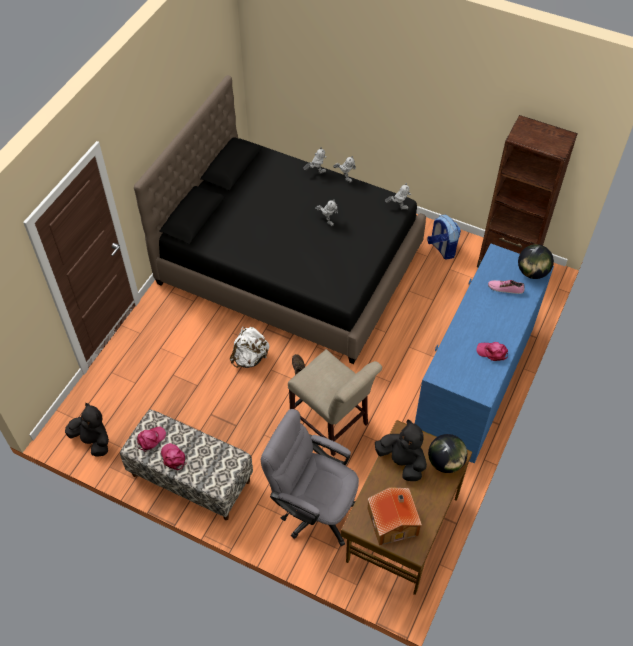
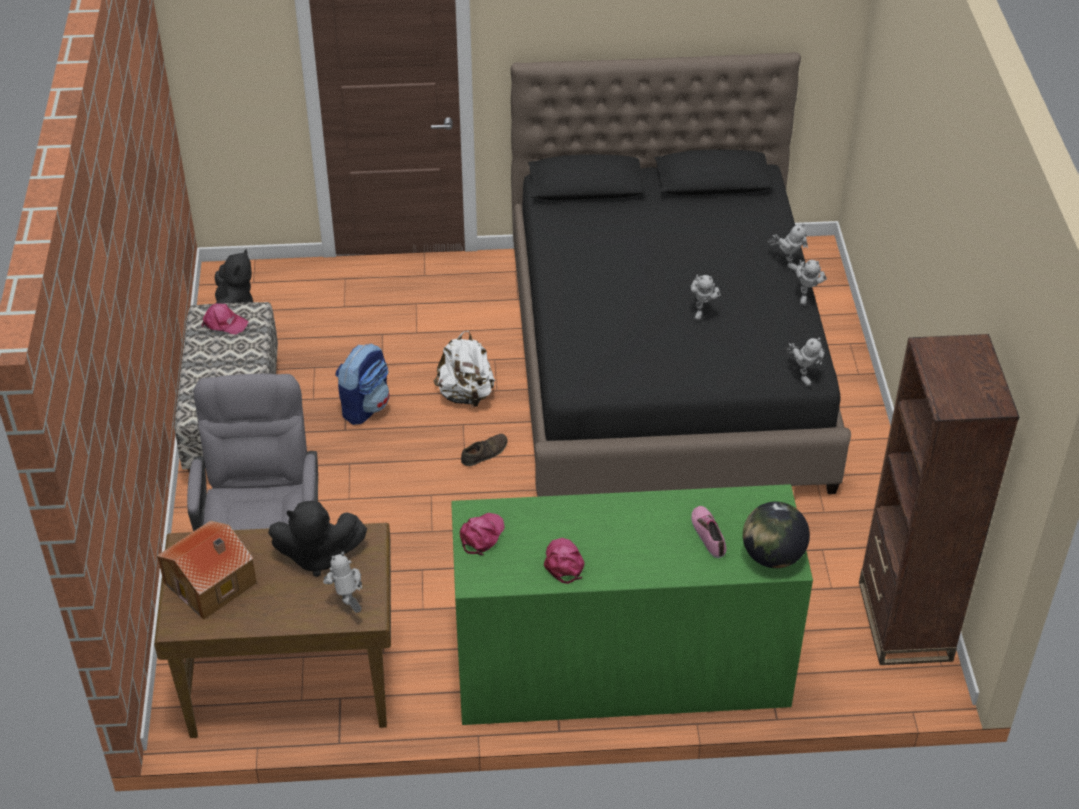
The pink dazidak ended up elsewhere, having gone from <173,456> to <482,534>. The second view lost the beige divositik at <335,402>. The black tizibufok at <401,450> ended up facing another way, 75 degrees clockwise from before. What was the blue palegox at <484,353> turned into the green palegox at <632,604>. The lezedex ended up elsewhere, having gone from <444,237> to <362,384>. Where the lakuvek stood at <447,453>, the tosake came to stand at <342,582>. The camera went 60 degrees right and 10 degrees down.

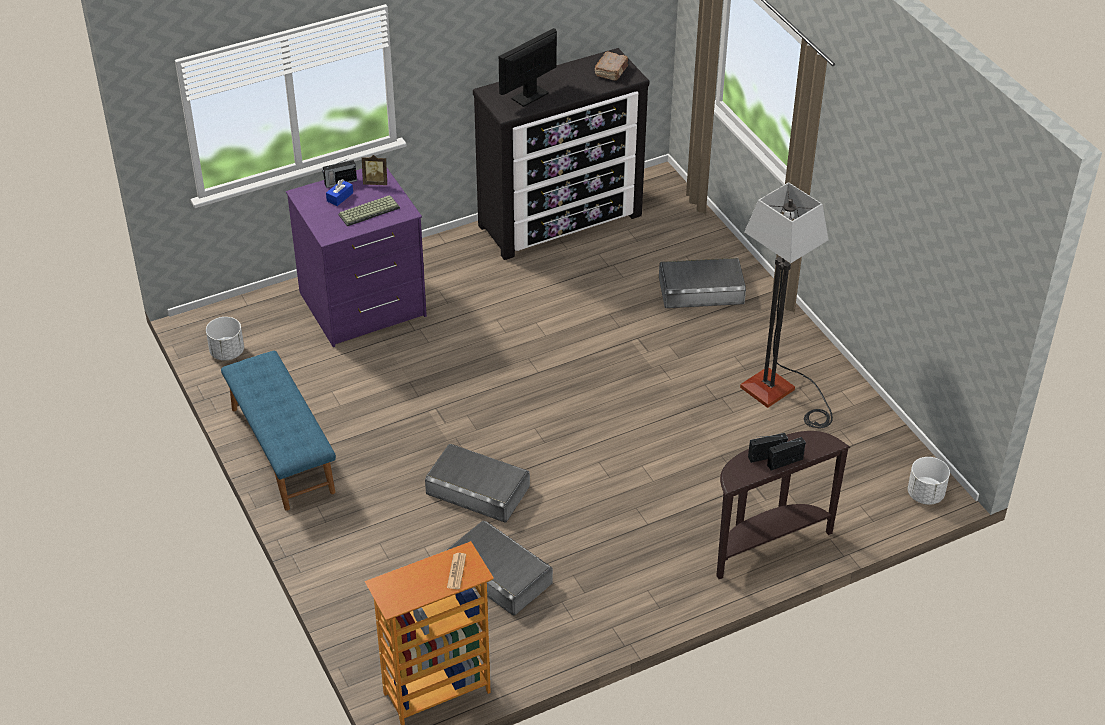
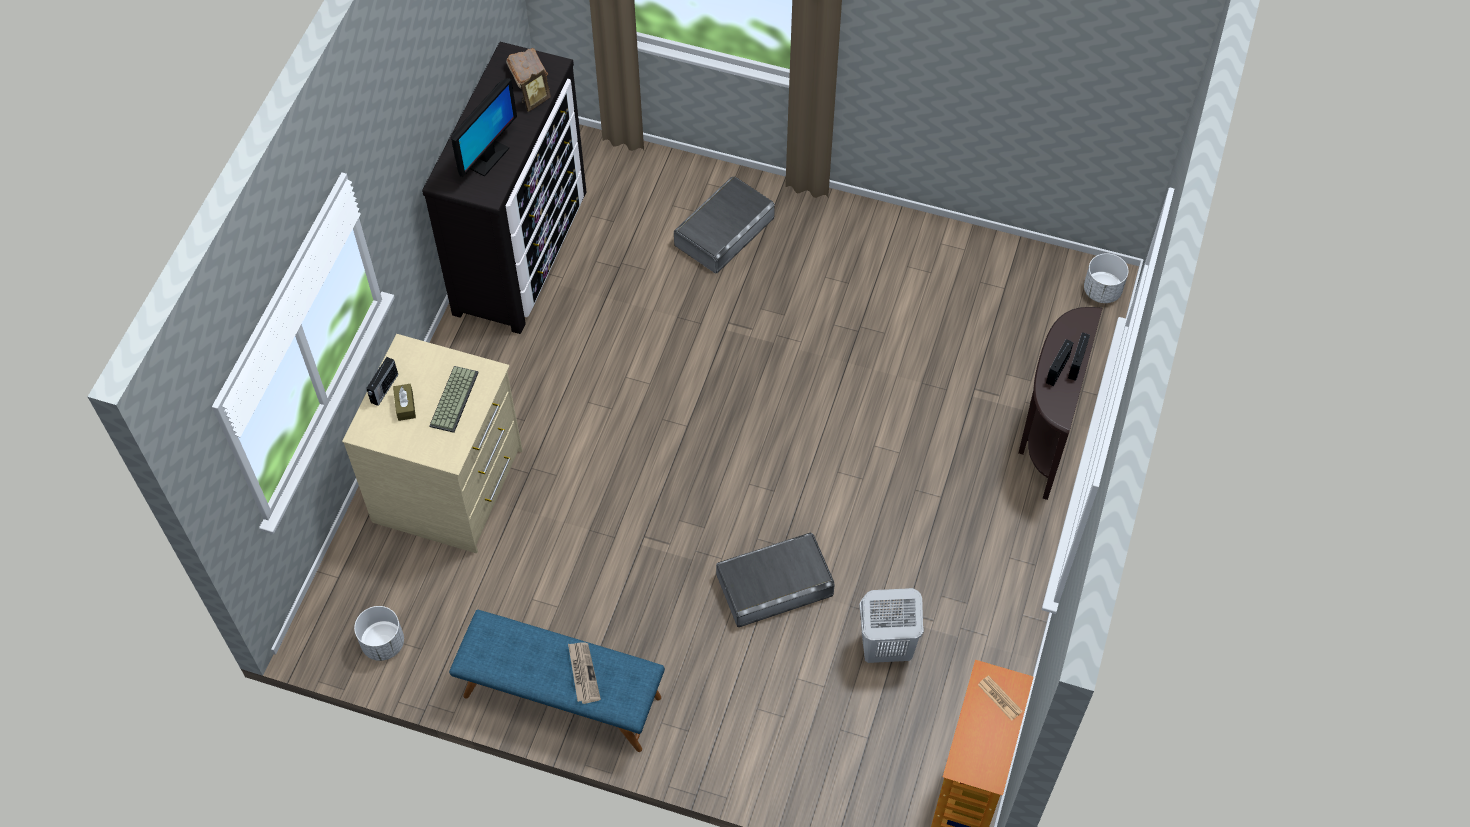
What was the purple palegox at <356,257> turned into the beige palegox at <432,443>. What was the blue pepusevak at <339,192> turned into the brown pepusevak at <404,402>. The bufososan ended up elsewhere, having gone from <374,170> to <535,90>. Where the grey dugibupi stood at <500,568>, the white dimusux came to stand at <891,625>. The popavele at <528,67> ended up facing another way, 150 degrees counterclockwise from before. The second view lost the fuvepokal at <786,305>. The second view gained the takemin at <584,673>. The camera went 45 degrees left and 15 degrees up.

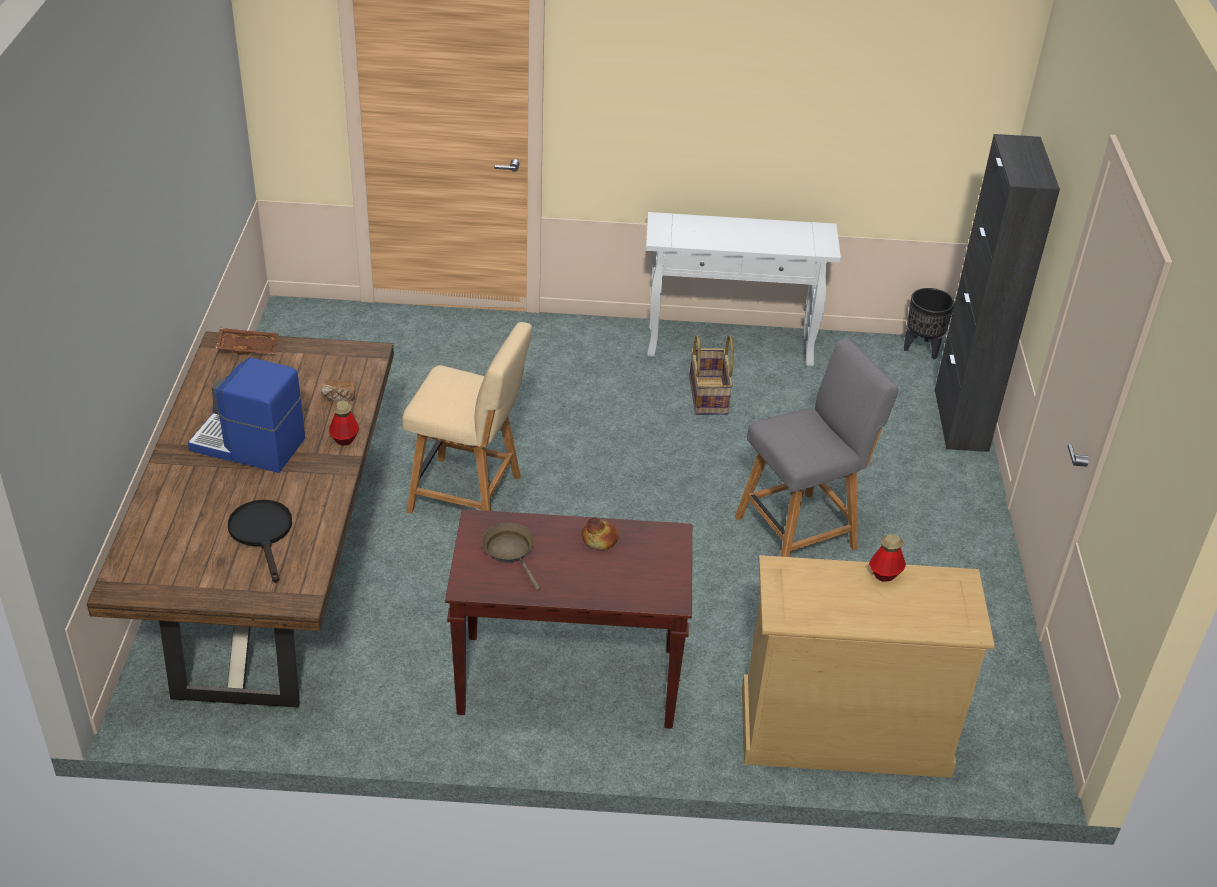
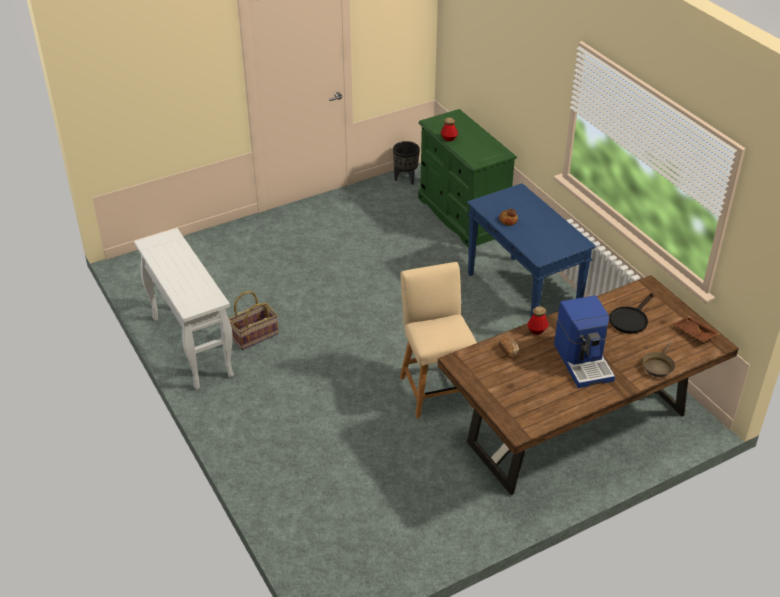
The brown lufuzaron ended up elsewhere, having gone from <247,341> to <696,329>. What was the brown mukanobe at <568,619> turned into the blue mukanobe at <531,250>. The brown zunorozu ended up elsewhere, having gone from <510,557> to <658,359>. The second view lost the grey divositik at <816,447>. What was the beige palegox at <868,666> turned into the green palegox at <467,178>. The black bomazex ended up elsewhere, having gone from <929,323> to <406,163>. The second view lost the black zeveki at <997,293>. The camera went 120 degrees left and 0 degrees up.

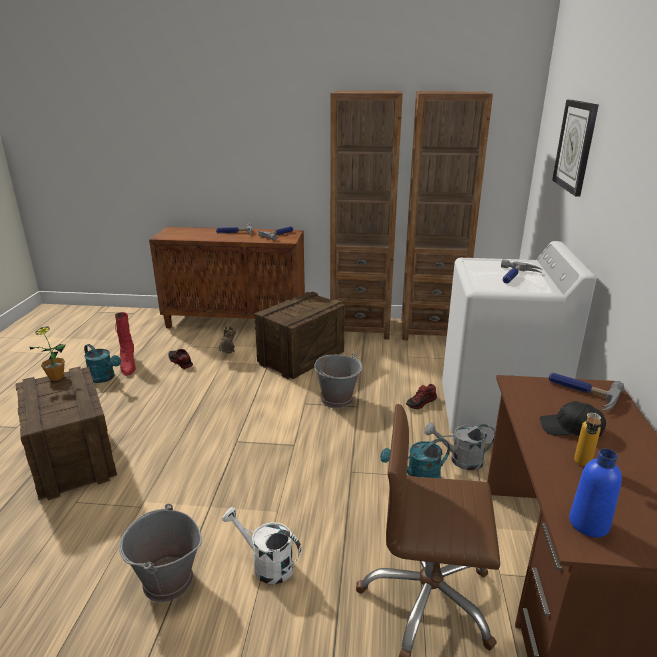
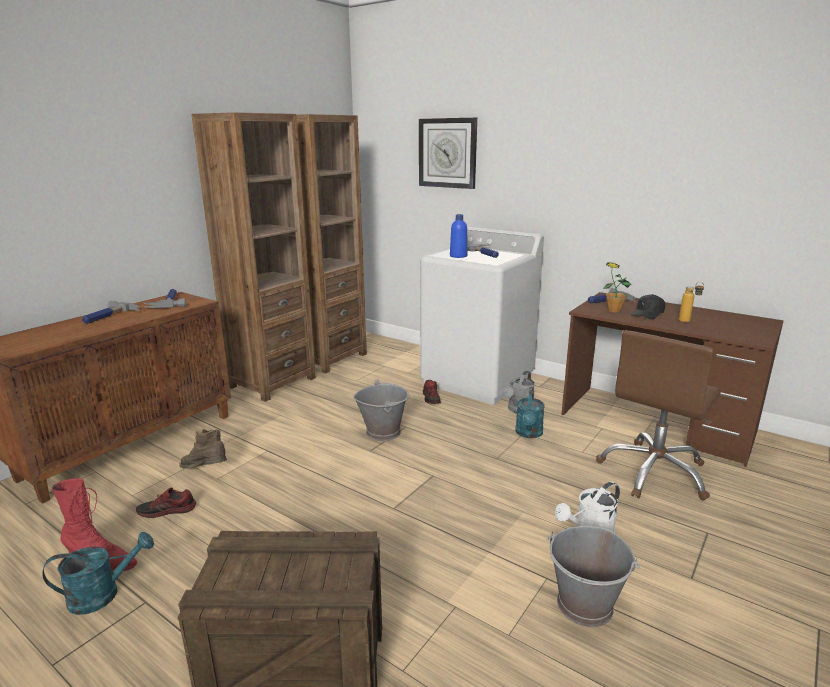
The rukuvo ended up elsewhere, having gone from <48,353> to <617,287>. The second view lost the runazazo at <299,335>. The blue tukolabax ended up elsewhere, having gone from <595,493> to <458,236>. The camera went 60 degrees left and 5 degrees down.

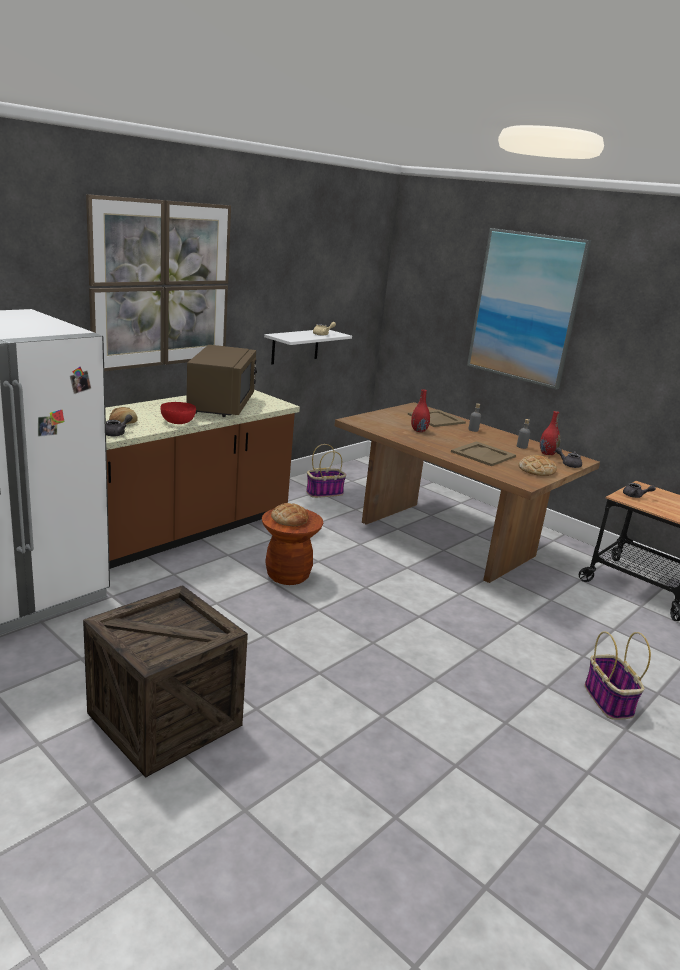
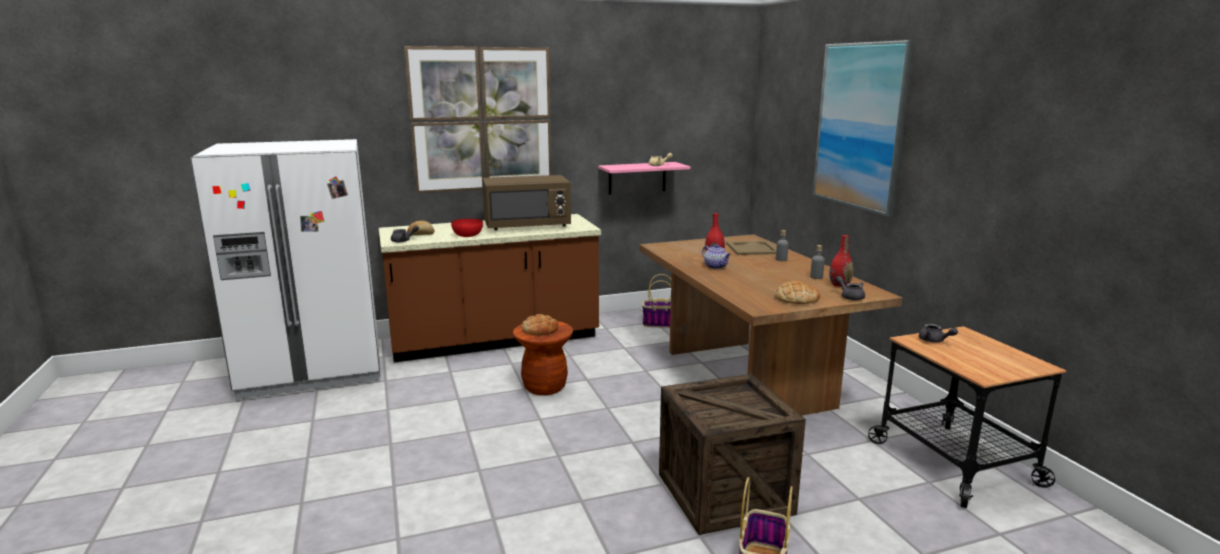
The runazazo ended up elsewhere, having gone from <165,681> to <732,454>. The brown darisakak at <221,381> ended up facing another way, 45 degrees clockwise from before. What was the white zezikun at <308,347> turned into the pink zezikun at <644,178>. The second view lost the beige lufuzaron at <483,453>. The second view gained the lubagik at <716,256>. The camera went 30 degrees right and 5 degrees down.

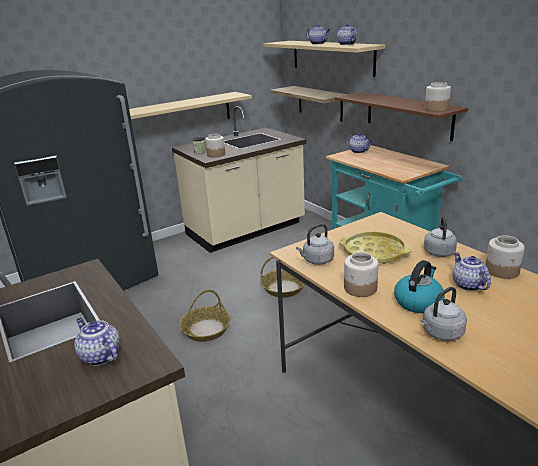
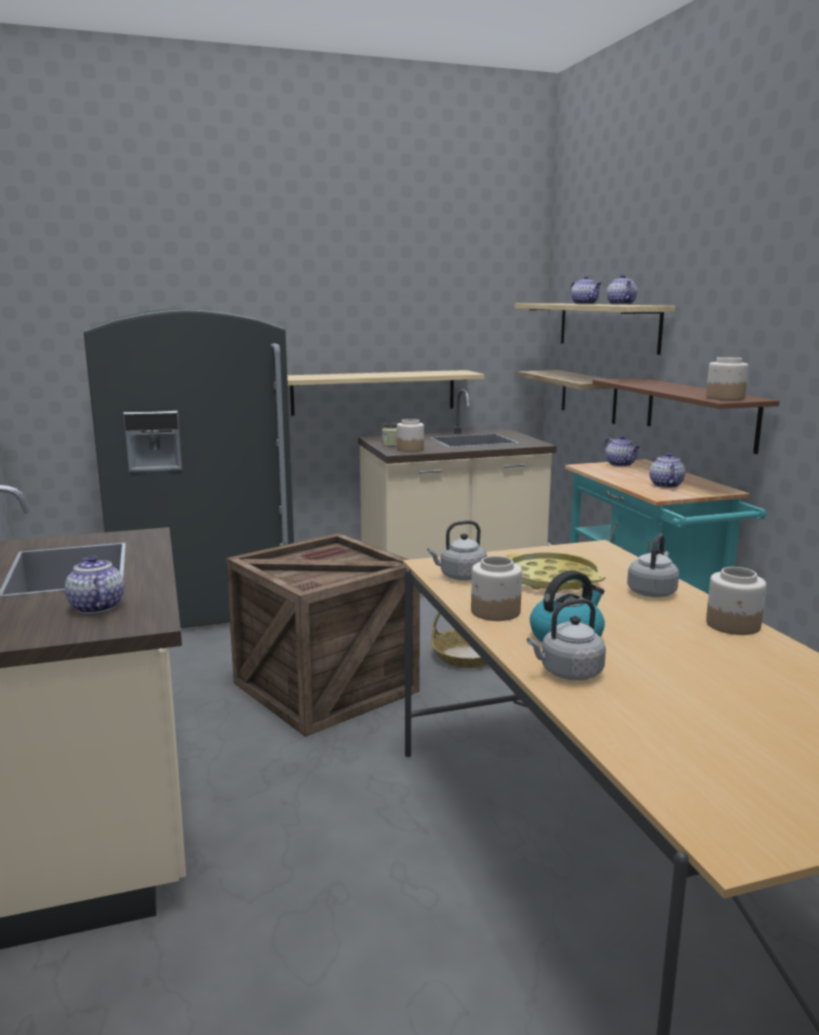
Where the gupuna stood at <205,316>, the runazazo came to stand at <323,635>. The lubagik ended up elsewhere, having gone from <472,271> to <667,470>. The camera went 15 degrees right and 10 degrees down.

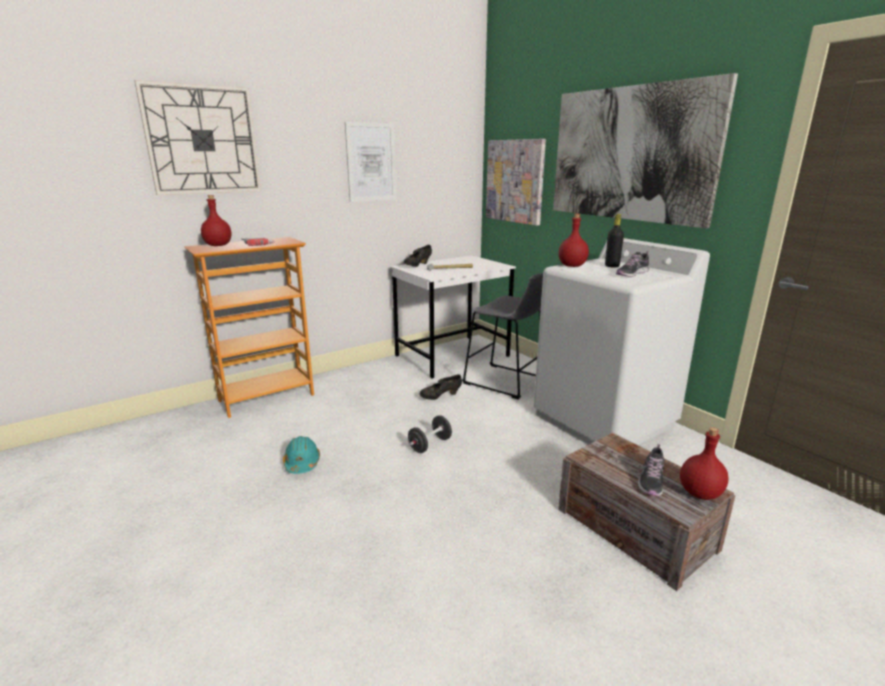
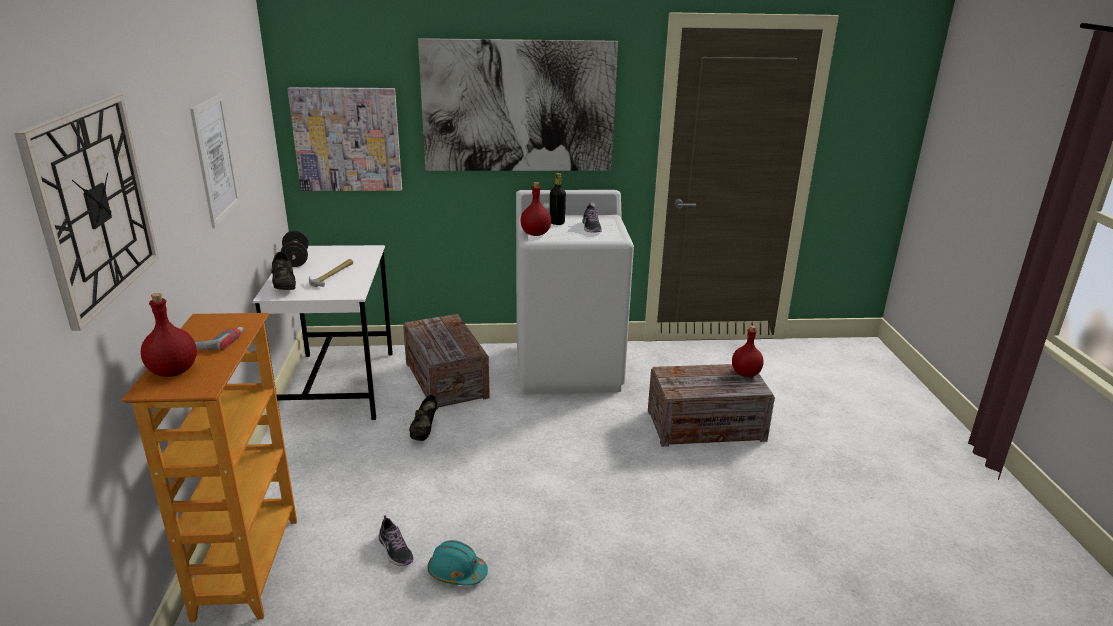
The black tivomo ended up elsewhere, having gone from <430,434> to <295,248>. Where the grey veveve stood at <502,336>, the runazazo came to stand at <446,362>. The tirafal ended up elsewhere, having gone from <651,470> to <396,540>. The camera went 60 degrees left and 5 degrees up.

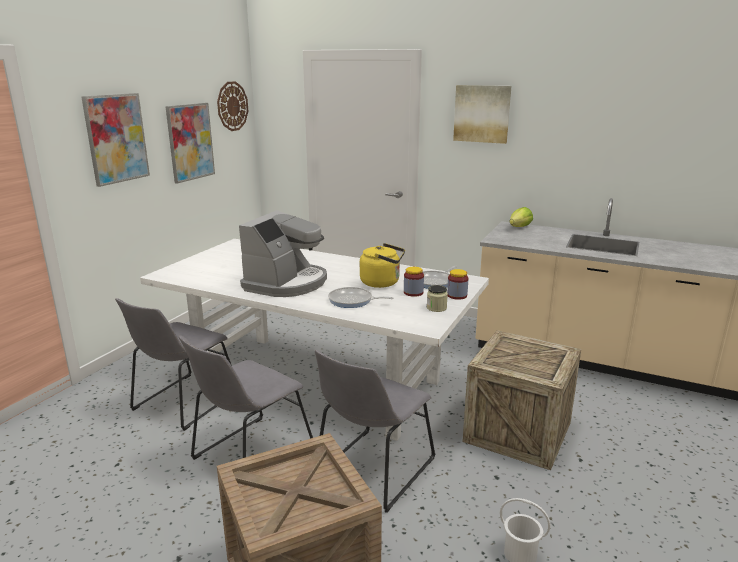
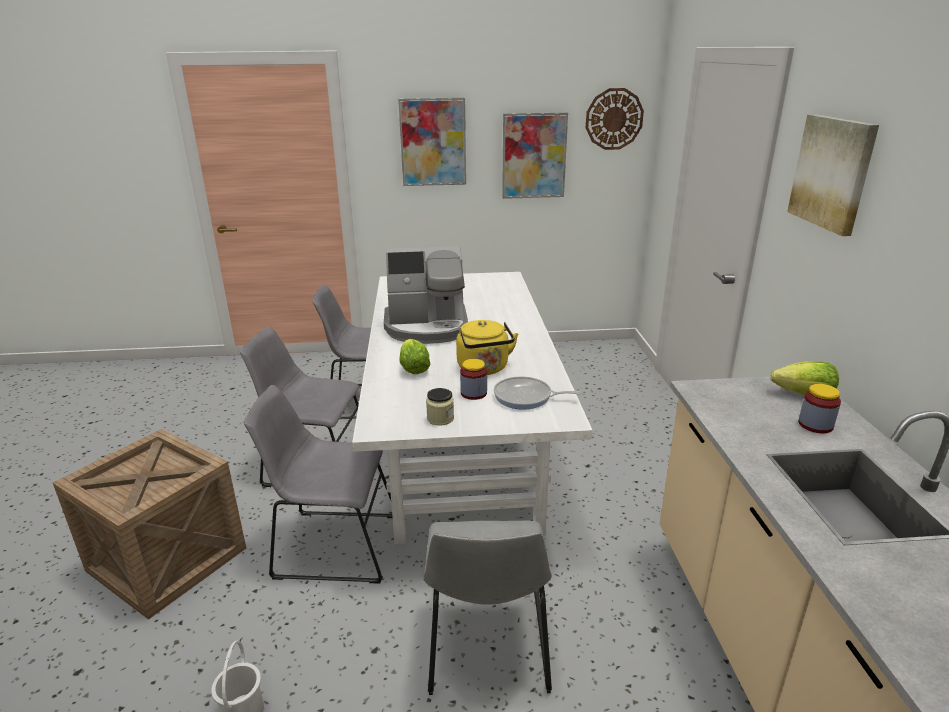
Where the zunorozu stood at <361,297>, the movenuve came to stand at <415,356>. The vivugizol ended up elsewhere, having gone from <457,284> to <819,409>. Where the runazazo stood at <522,400>, the grey divositik came to stand at <487,608>. The camera went 60 degrees right and 5 degrees up.

